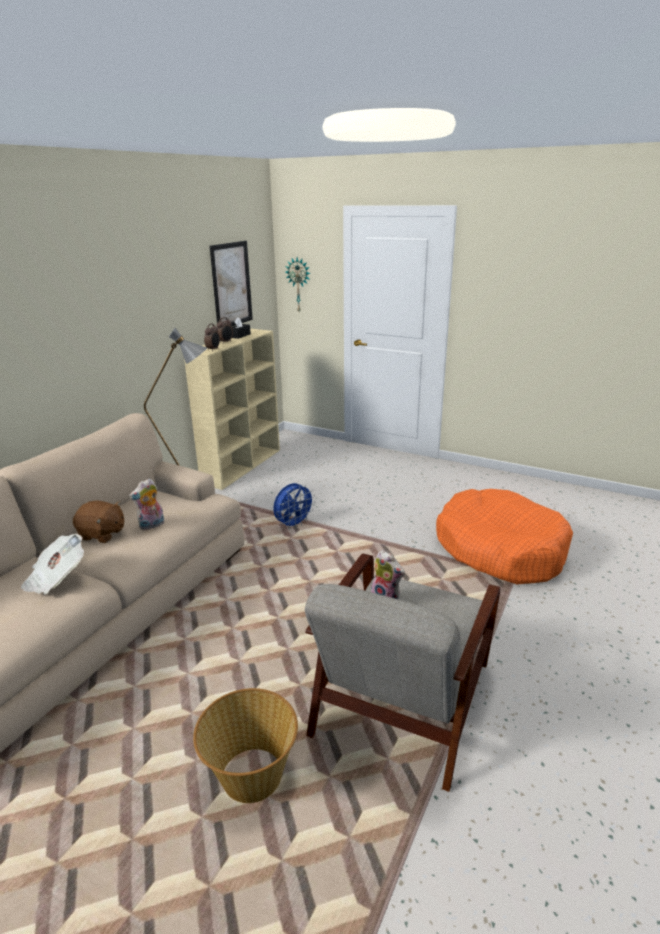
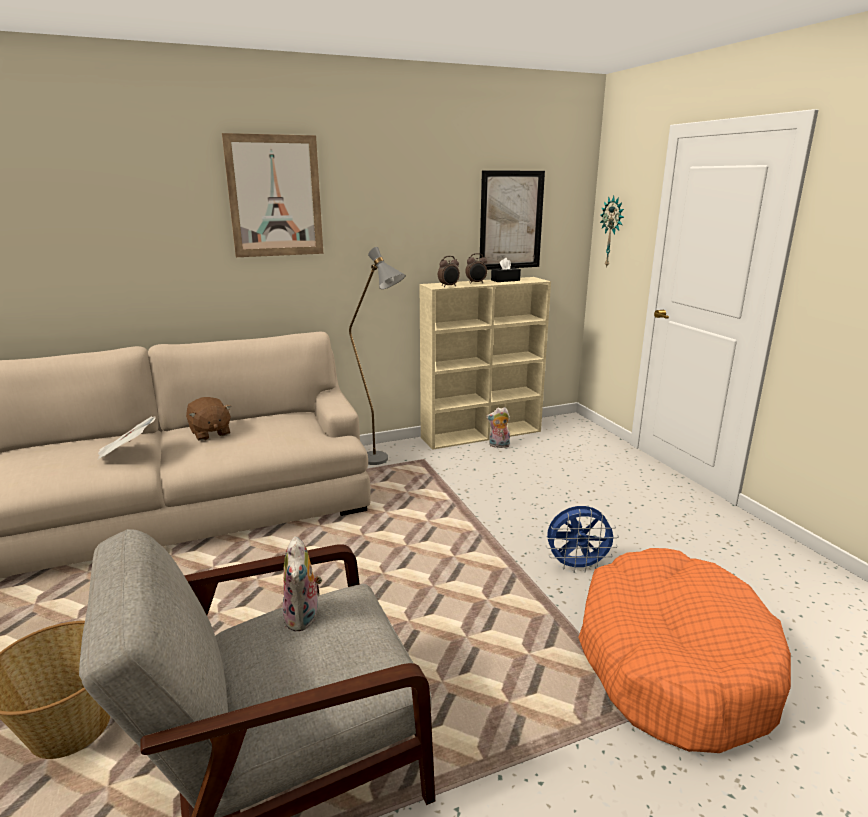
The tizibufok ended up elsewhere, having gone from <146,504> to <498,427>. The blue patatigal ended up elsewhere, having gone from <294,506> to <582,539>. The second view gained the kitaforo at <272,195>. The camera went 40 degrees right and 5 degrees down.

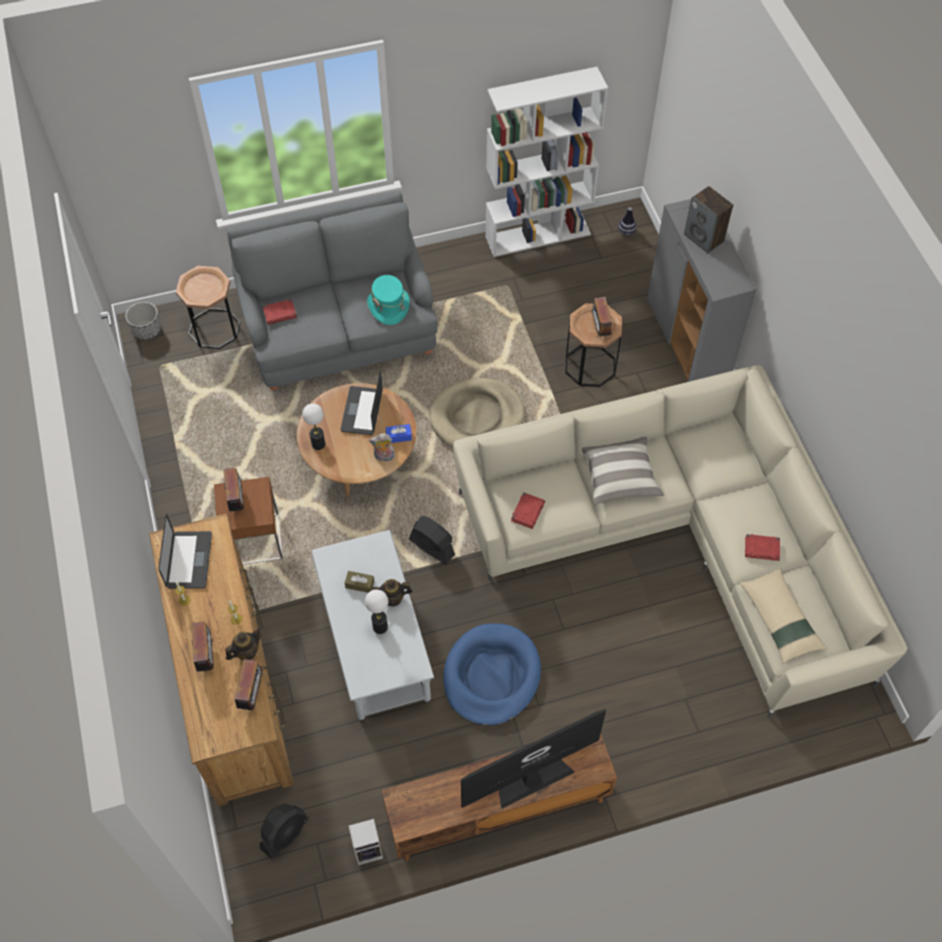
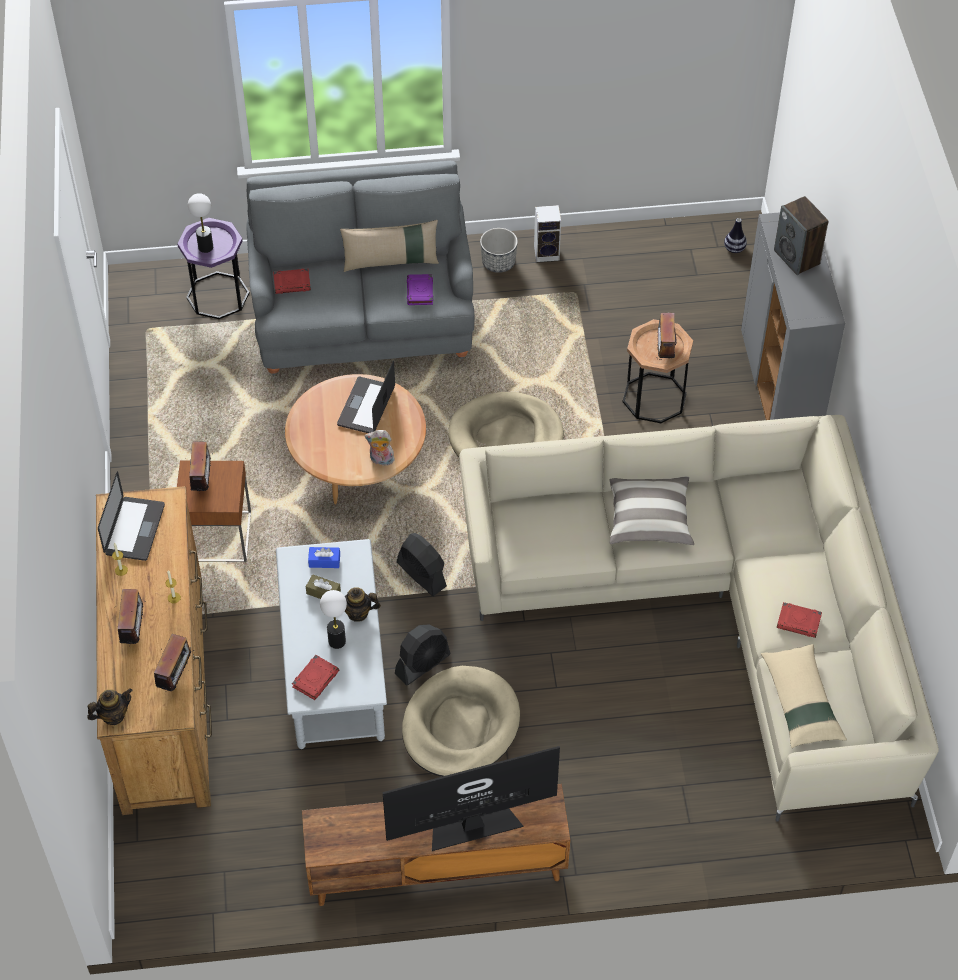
The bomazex ended up elsewhere, having gone from <143,321> to <499,250>. What was the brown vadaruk at <208,307> turned into the purple vadaruk at <213,268>. The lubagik ended up elsewhere, having gone from <243,644> to <109,706>. The black patatigal ended up elsewhere, having gone from <284,831> to <423,655>. The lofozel ended up elsewhere, having gone from <313,426> to <200,223>. The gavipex ended up elsewhere, having gone from <366,842> to <547,233>. Where the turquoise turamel stood at <388,300>, the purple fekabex came to stand at <420,289>. The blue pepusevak ended up elsewhere, having gone from <399,433> to <324,557>. What was the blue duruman at <492,674> turned into the beige duruman at <461,721>. The second view lost the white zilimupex at <546,162>. The red fekabex ended up elsewhere, having gone from <528,510> to <315,677>. The second view gained the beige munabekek at <389,246>. The camera went 10 degrees right and 5 degrees down.

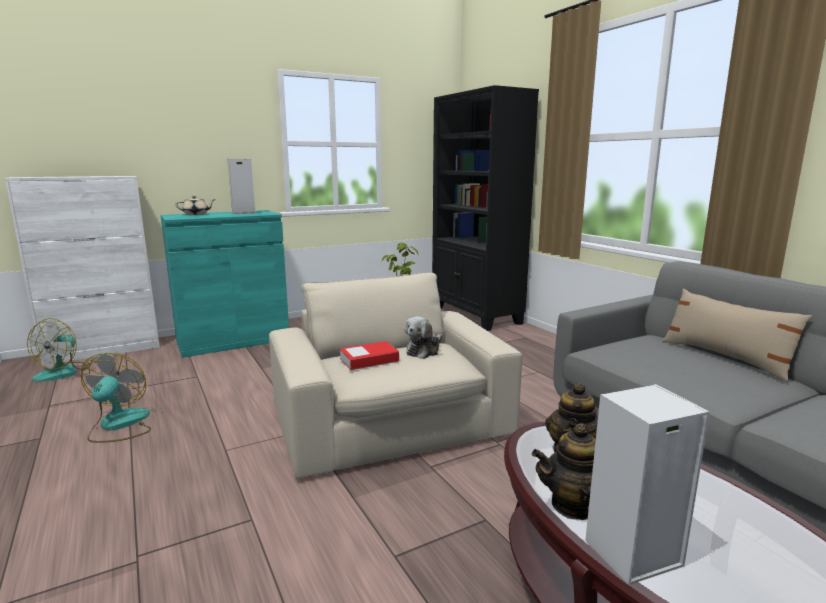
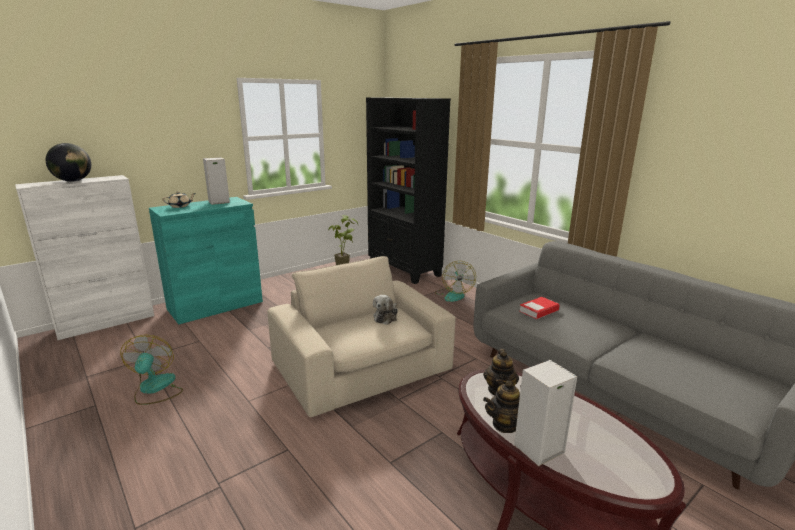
The patatigal ended up elsewhere, having gone from <59,350> to <455,281>. The fekabex ended up elsewhere, having gone from <369,355> to <539,308>. The second view lost the beige munabekek at <737,335>. The second view gained the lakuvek at <68,162>. The camera went 10 degrees left and 5 degrees up.

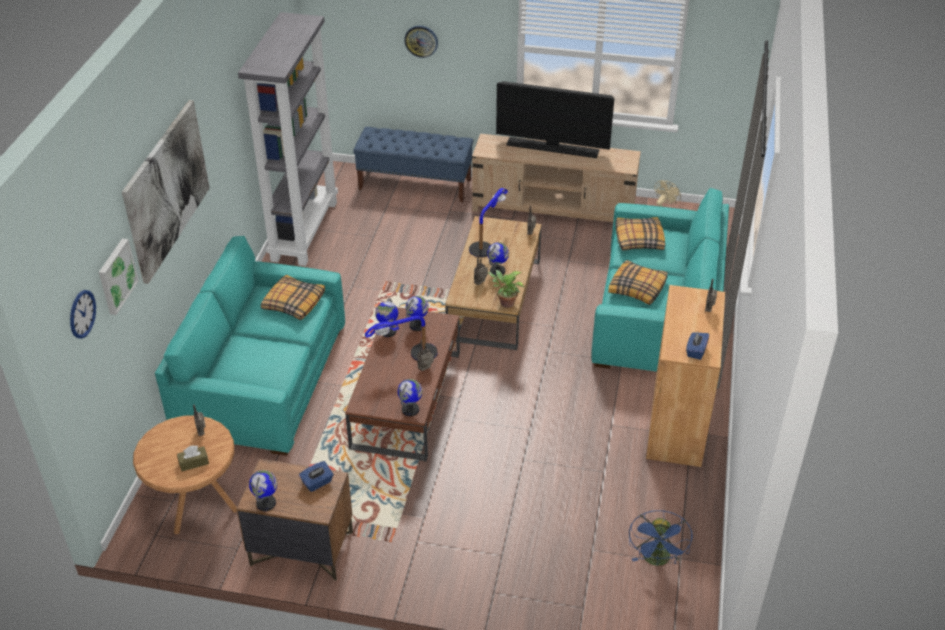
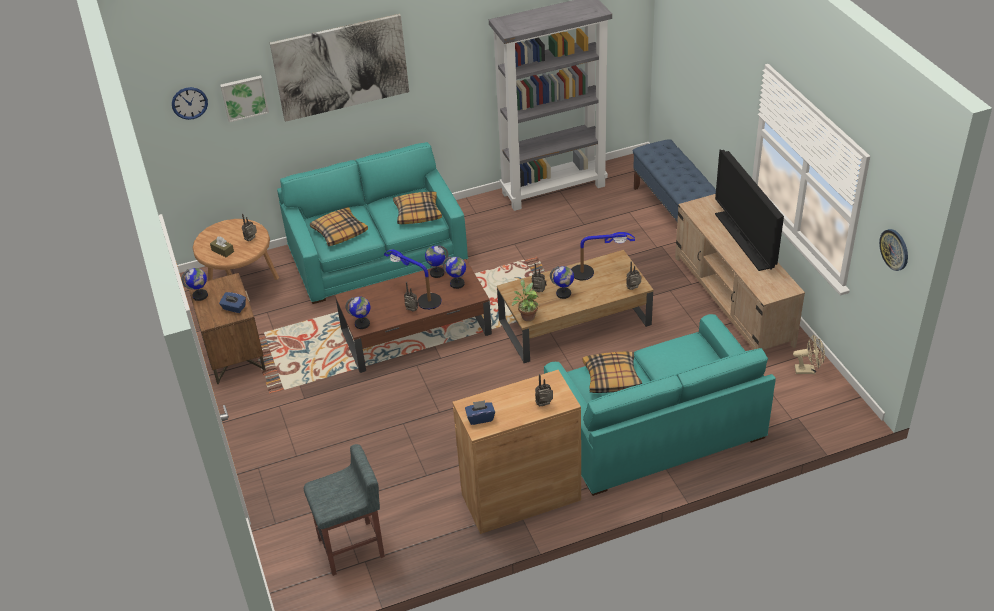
The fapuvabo ended up elsewhere, having gone from <421,42> to <893,250>. The munabekek ended up elsewhere, having gone from <640,234> to <339,226>. Where the blue patatigal stood at <661,538>, the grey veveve came to stand at <344,510>. The camera went 60 degrees right and 0 degrees up.

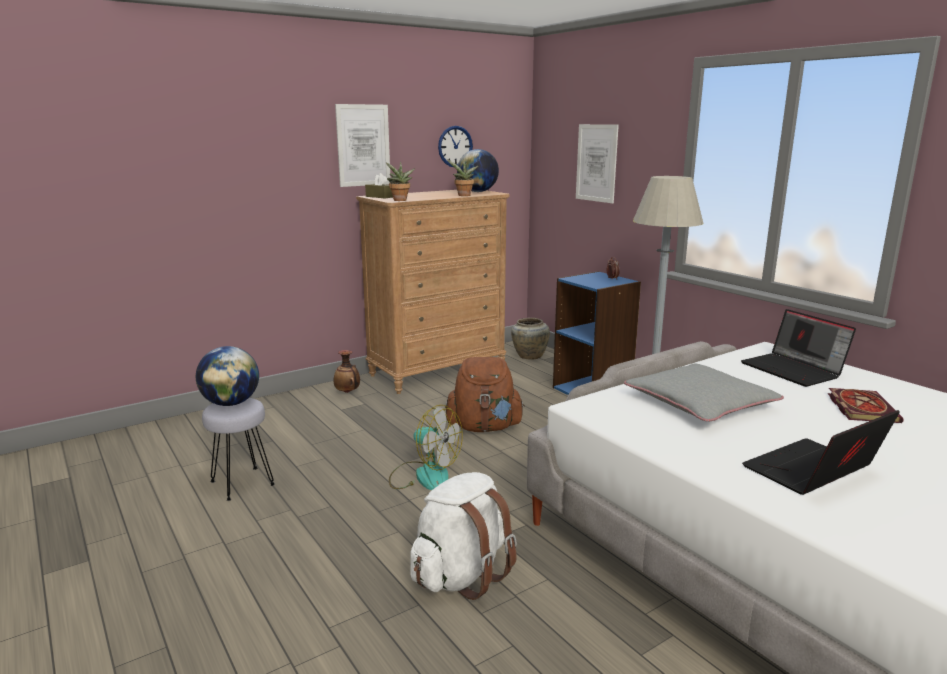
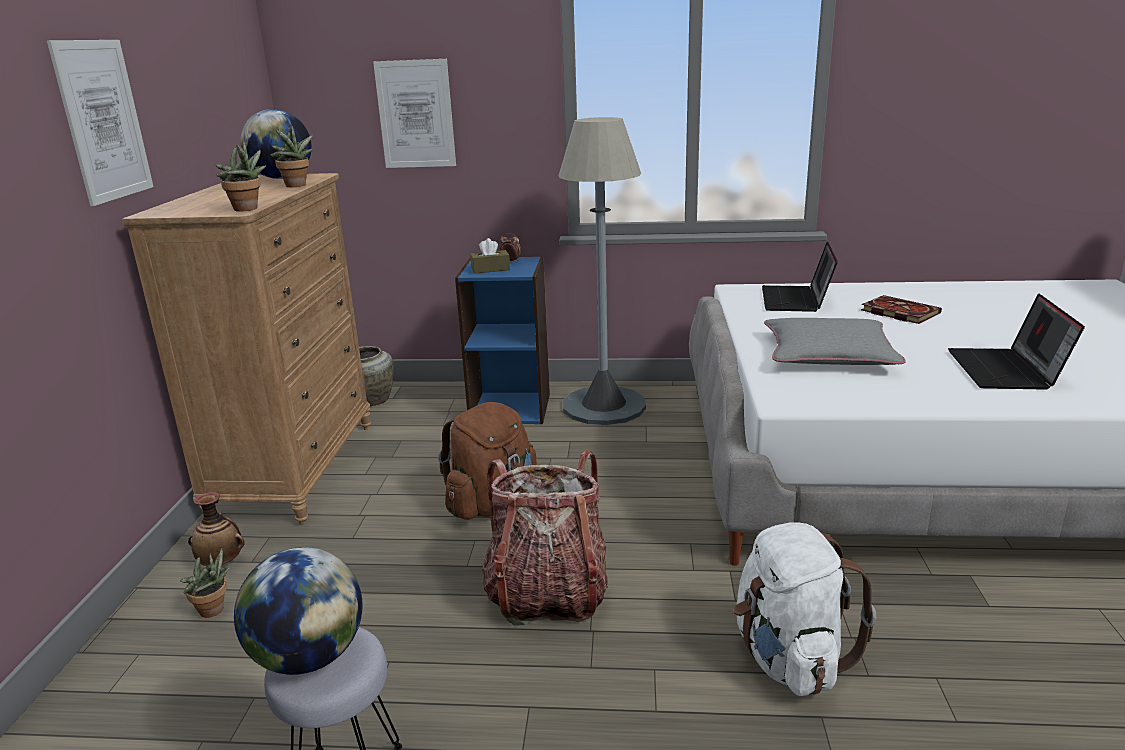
The brown pepusevak ended up elsewhere, having gone from <379,185> to <490,256>. Where the patatigal stood at <426,447>, the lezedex came to stand at <545,538>. The second view lost the fapuvabo at <455,146>. The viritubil at <798,348> ended up facing another way, 90 degrees clockwise from before. The second view gained the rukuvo at <205,583>. The camera went 50 degrees left and 5 degrees up.

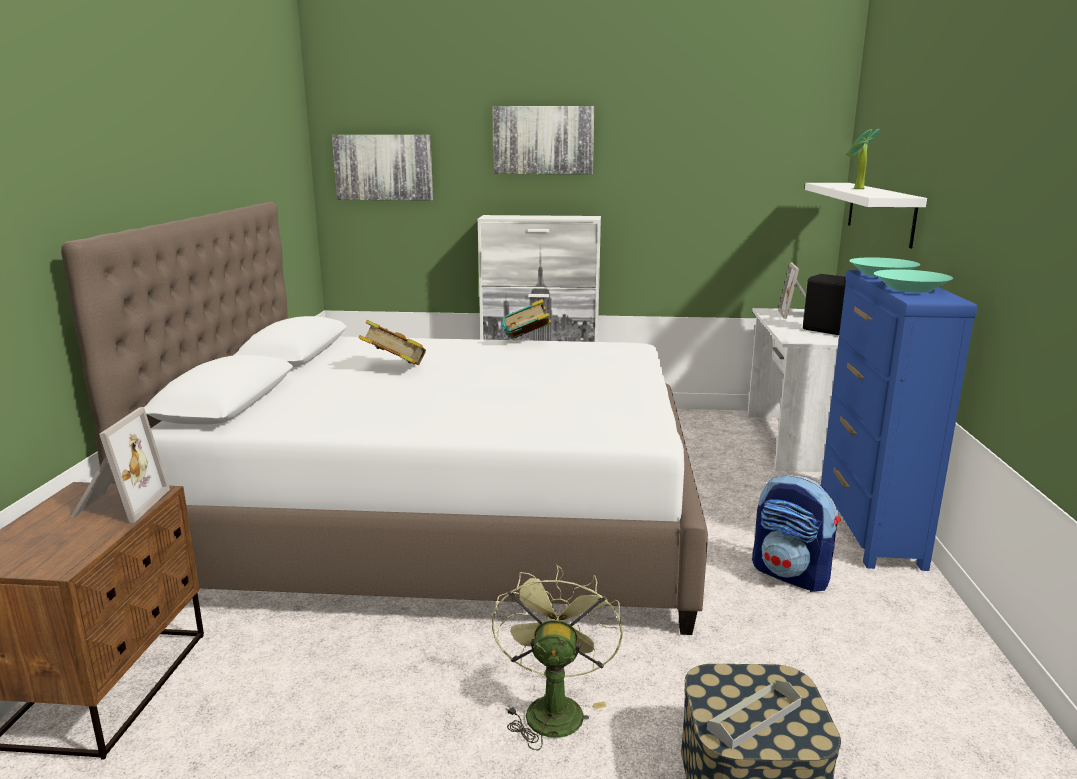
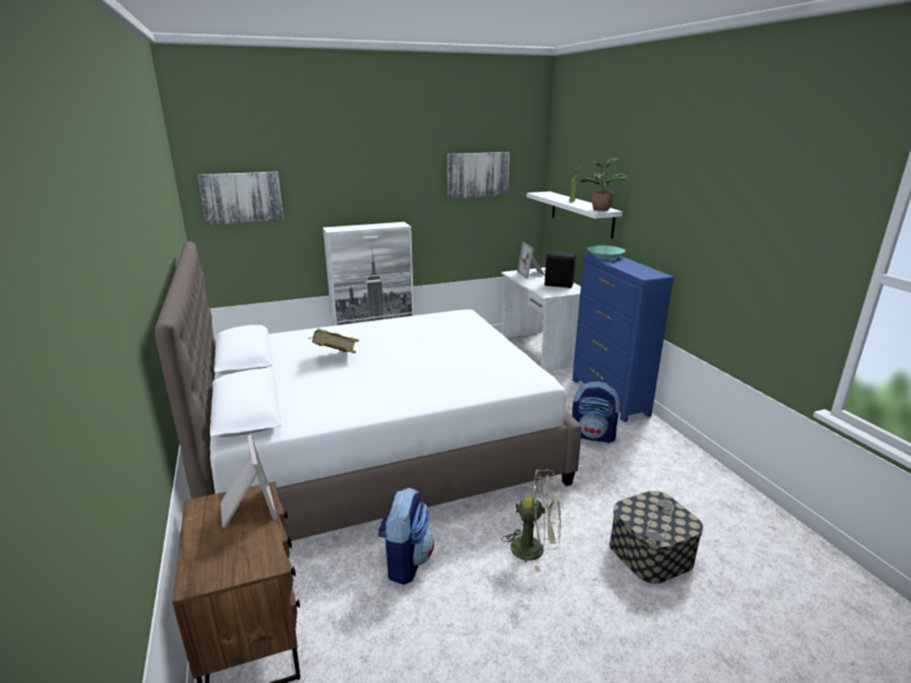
The green patatigal at <557,657> ended up facing another way, 120 degrees clockwise from before. The kitaforo ended up elsewhere, having gone from <543,140> to <478,175>. The second view lost the fekabex at <526,319>. The second view lost the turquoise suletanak at <913,280>. The second view gained the lezedex at <406,536>. The second view gained the rukuvo at <603,184>. The camera went 25 degrees left and 5 degrees up.

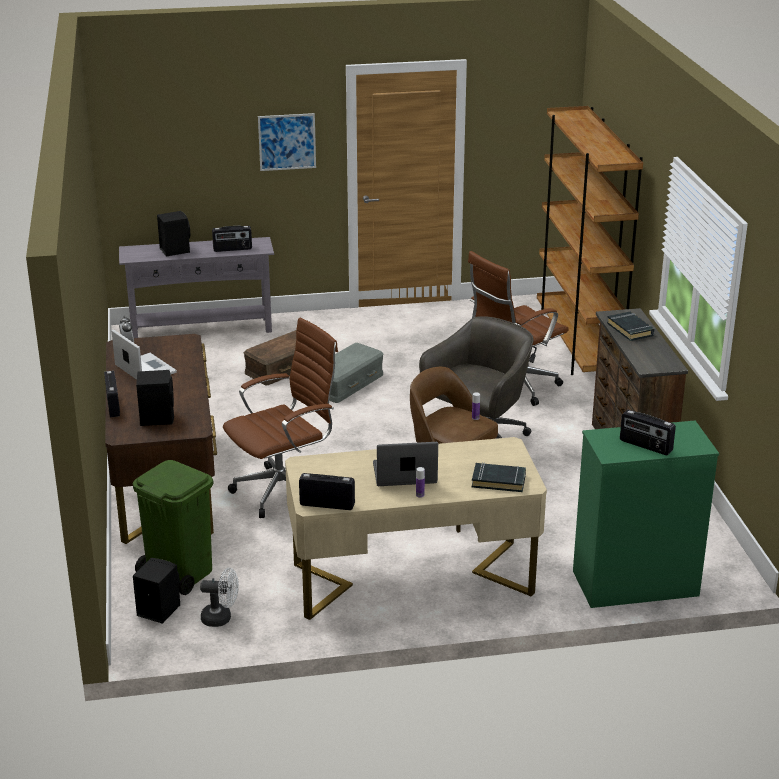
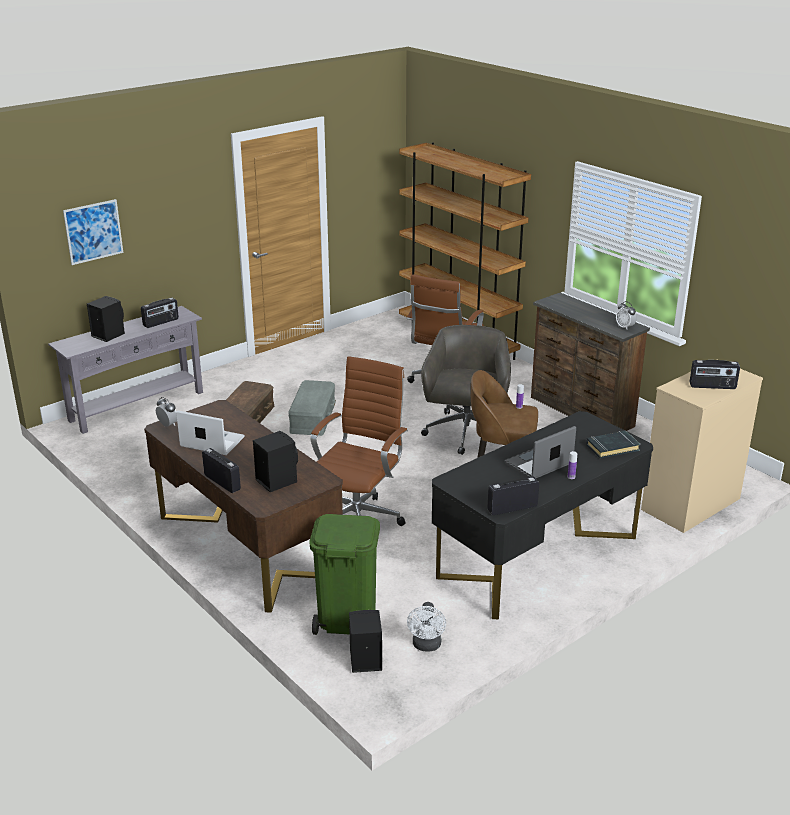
The white patatigal at <219,597> ended up facing another way, 120 degrees clockwise from before. The kitaforo ended up elsewhere, having gone from <287,142> to <93,232>. What was the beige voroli at <416,528> turned into the black voroli at <542,515>. What was the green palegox at <646,514> turned into the beige palegox at <702,451>. The second view lost the black fekabex at <630,326>. The second view gained the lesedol at <626,315>. The camera went 30 degrees left and 0 degrees up.

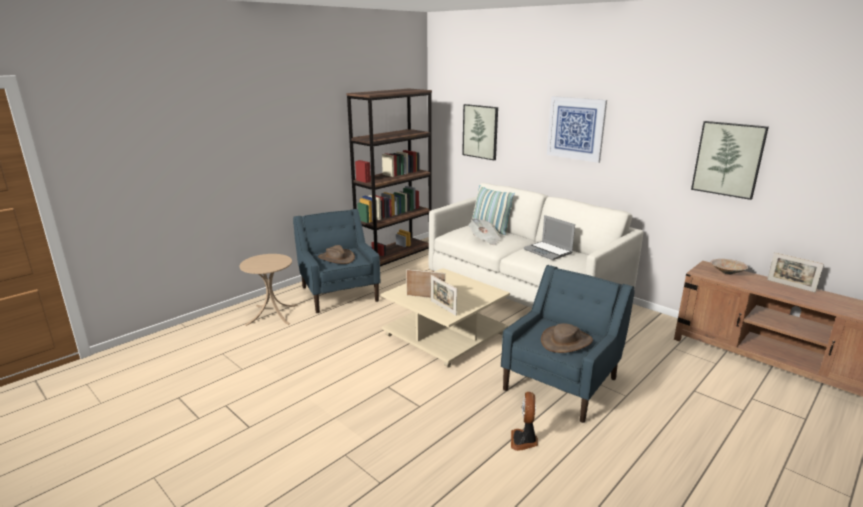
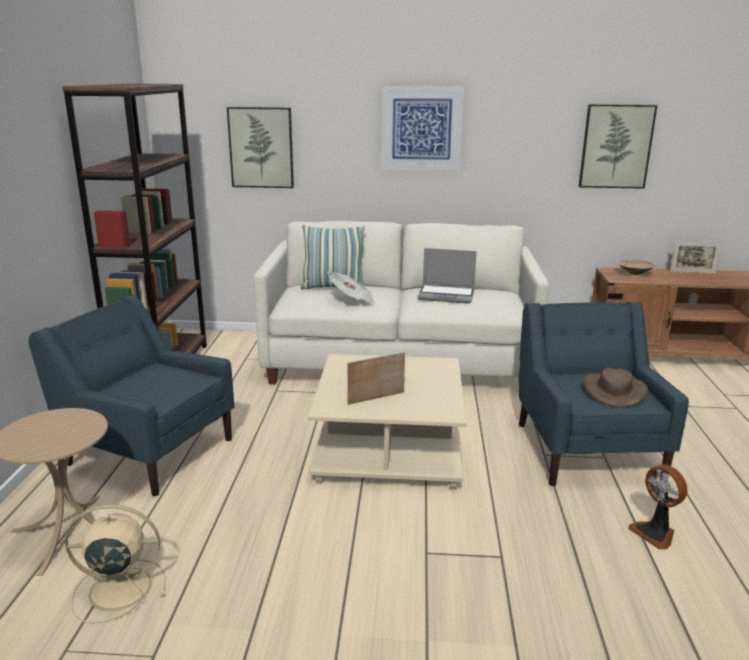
The second view lost the brown turamel at <336,254>. The second view lost the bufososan at <444,295>. The second view gained the beige patatigal at <115,564>. The camera went 40 degrees left and 0 degrees up.

